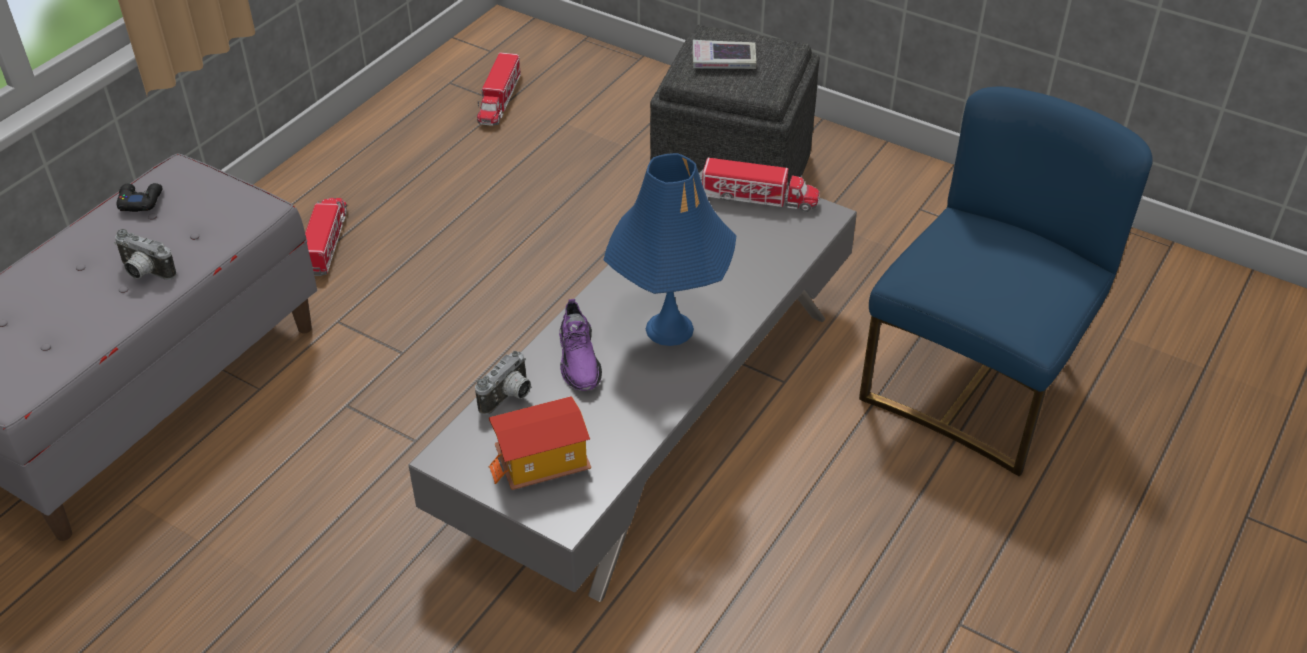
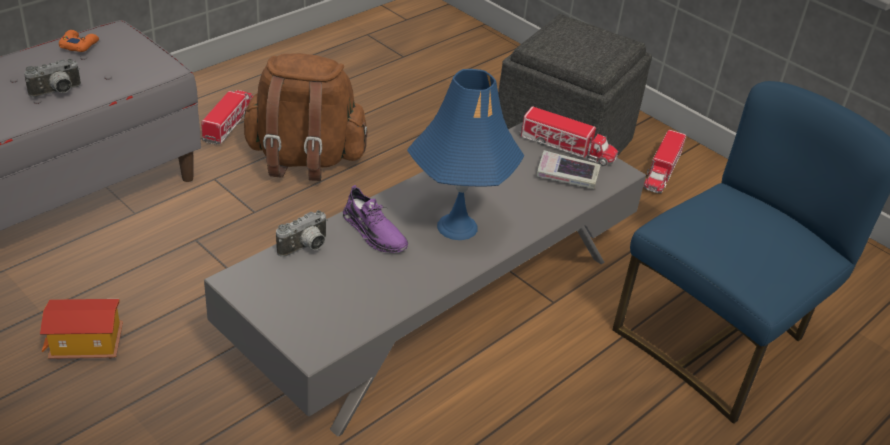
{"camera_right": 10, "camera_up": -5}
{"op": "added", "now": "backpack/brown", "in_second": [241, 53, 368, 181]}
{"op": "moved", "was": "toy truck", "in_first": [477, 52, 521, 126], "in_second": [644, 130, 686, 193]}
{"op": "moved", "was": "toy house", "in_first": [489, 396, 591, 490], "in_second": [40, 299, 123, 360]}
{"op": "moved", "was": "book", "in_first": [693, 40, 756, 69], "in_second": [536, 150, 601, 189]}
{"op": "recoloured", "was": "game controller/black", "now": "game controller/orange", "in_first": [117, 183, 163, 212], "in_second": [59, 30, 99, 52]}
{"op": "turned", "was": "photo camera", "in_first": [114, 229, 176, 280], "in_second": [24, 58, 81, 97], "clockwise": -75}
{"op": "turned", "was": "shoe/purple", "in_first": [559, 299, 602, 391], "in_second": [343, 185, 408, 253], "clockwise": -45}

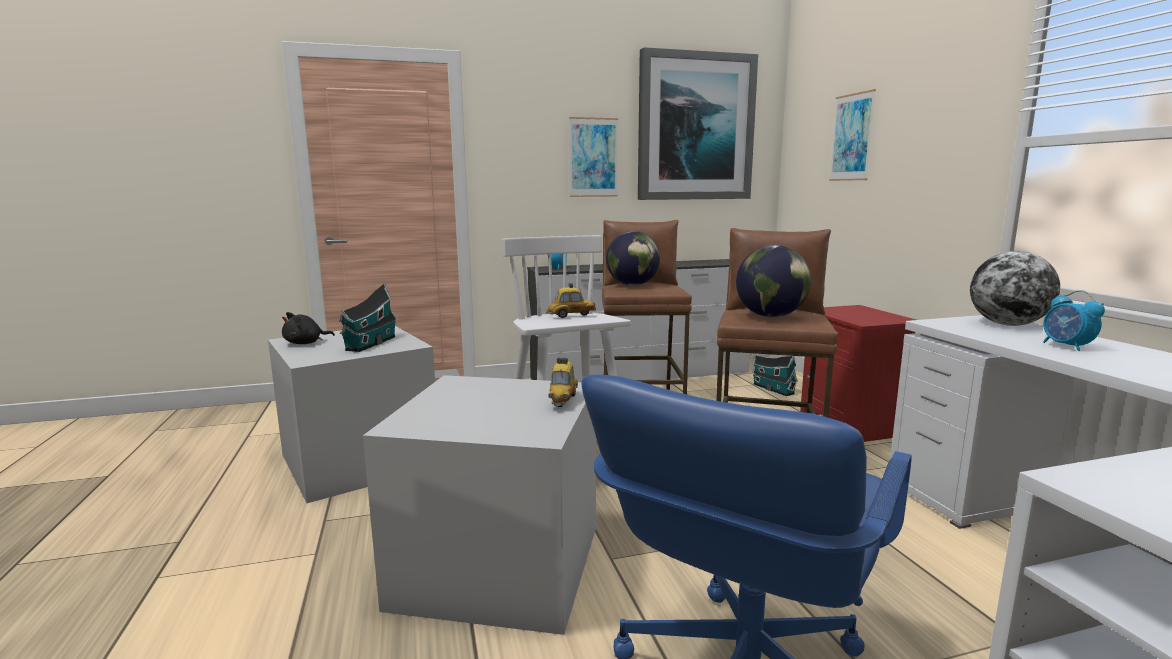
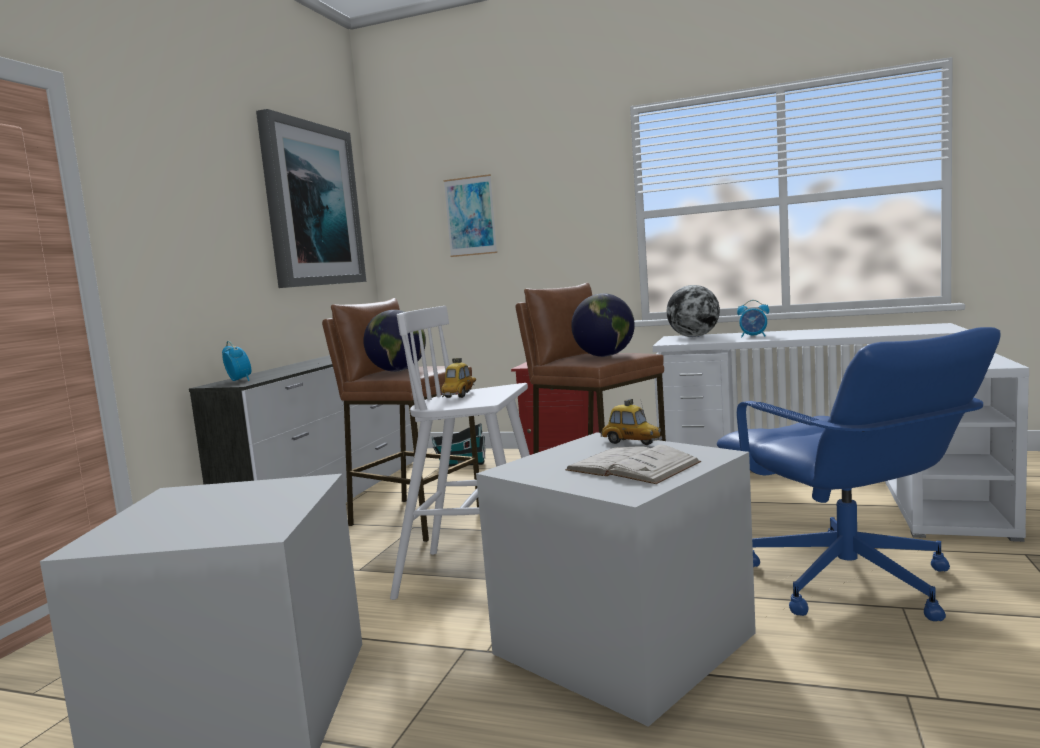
{"camera_right": -55, "camera_up": -5}
{"op": "removed", "was": "plush toy/black", "in_first": [282, 312, 335, 344]}
{"op": "removed", "was": "toy house", "in_first": [339, 284, 398, 352]}
{"op": "removed", "was": "picture", "in_first": [569, 117, 618, 197]}
{"op": "added", "now": "book/white", "in_second": [565, 445, 701, 484]}

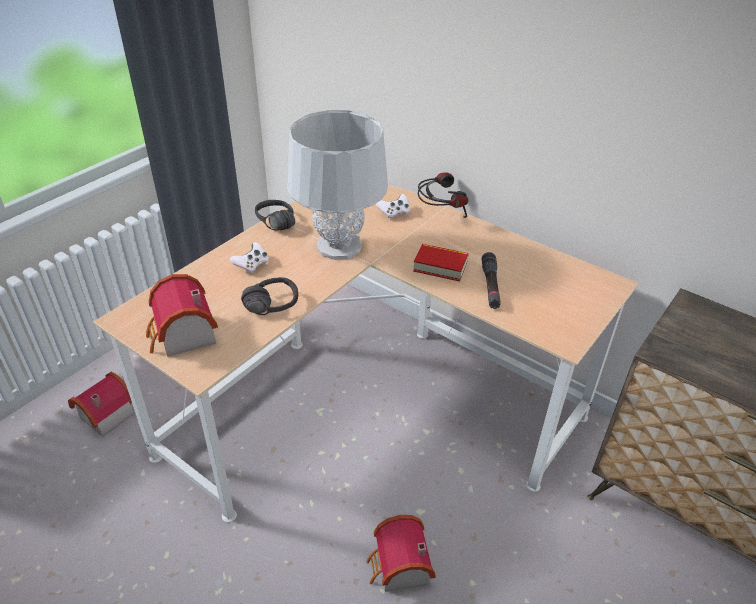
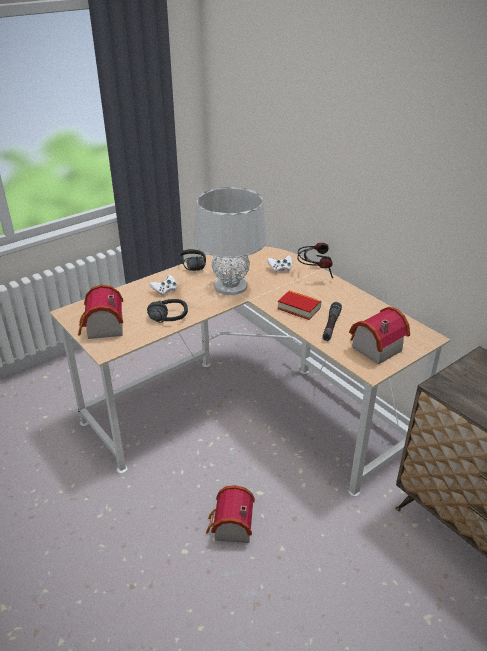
{"camera_right": 15, "camera_up": -5}
{"op": "moved", "was": "toy house", "in_first": [68, 372, 134, 437], "in_second": [349, 306, 410, 365]}

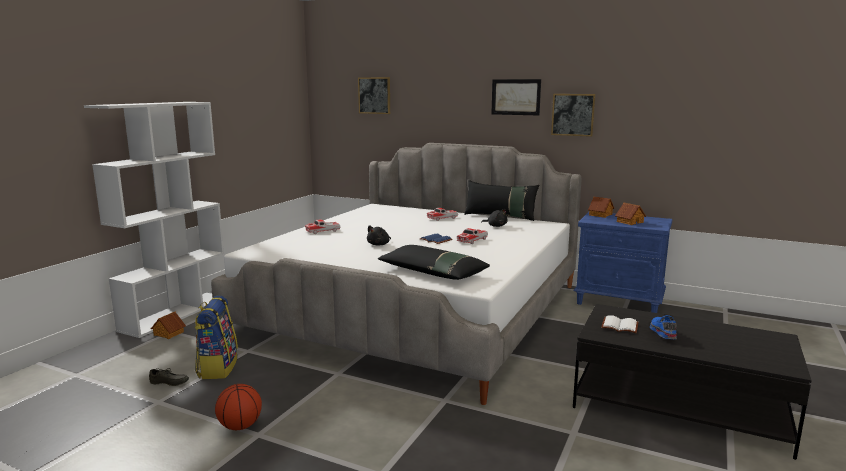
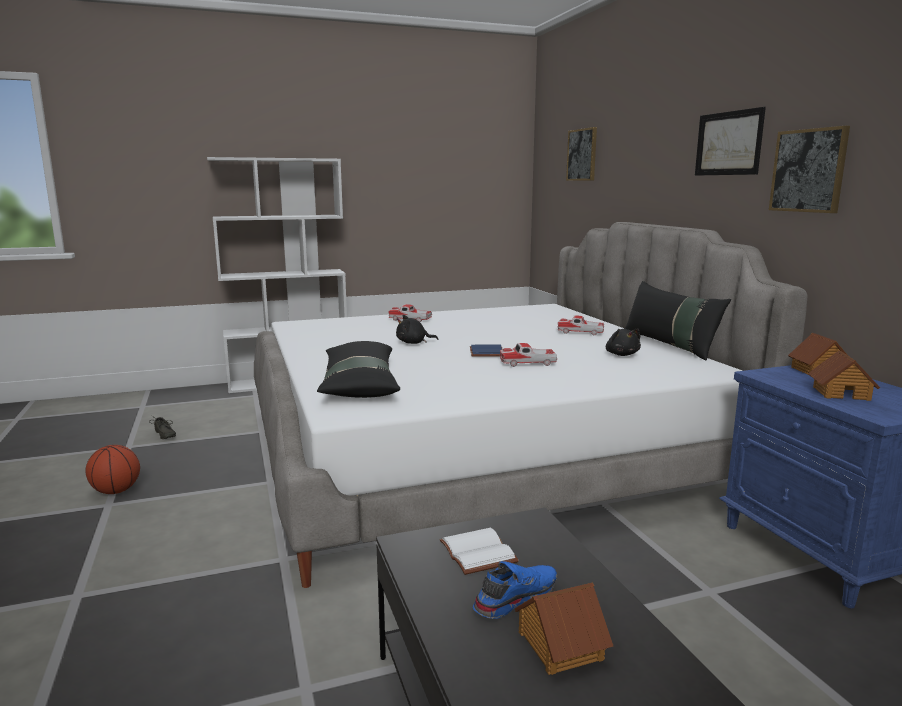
{"camera_right": 45, "camera_up": 0}
{"op": "removed", "was": "backpack", "in_first": [195, 295, 238, 379]}
{"op": "moved", "was": "toy house", "in_first": [151, 312, 186, 339], "in_second": [515, 583, 613, 675]}

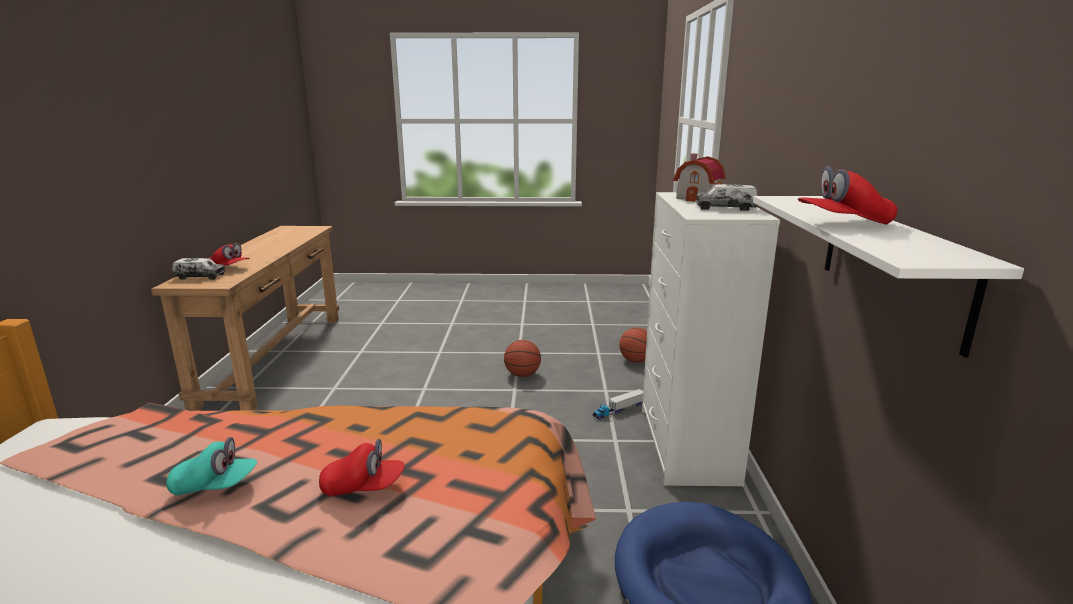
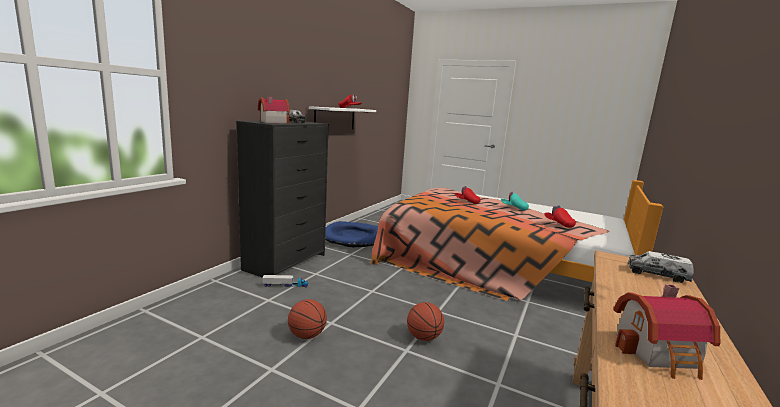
{"camera_right": -155, "camera_up": -5}
{"op": "added", "now": "toy house", "in_second": [613, 284, 720, 380]}
{"op": "moved", "was": "cap/red", "in_first": [209, 243, 250, 265], "in_second": [545, 205, 576, 228]}
{"op": "moved", "was": "basketball", "in_first": [619, 328, 647, 363], "in_second": [407, 302, 444, 341]}
{"op": "recoloured", "was": "dresser/white", "now": "dresser/black", "in_first": [642, 192, 780, 486], "in_second": [236, 121, 329, 277]}

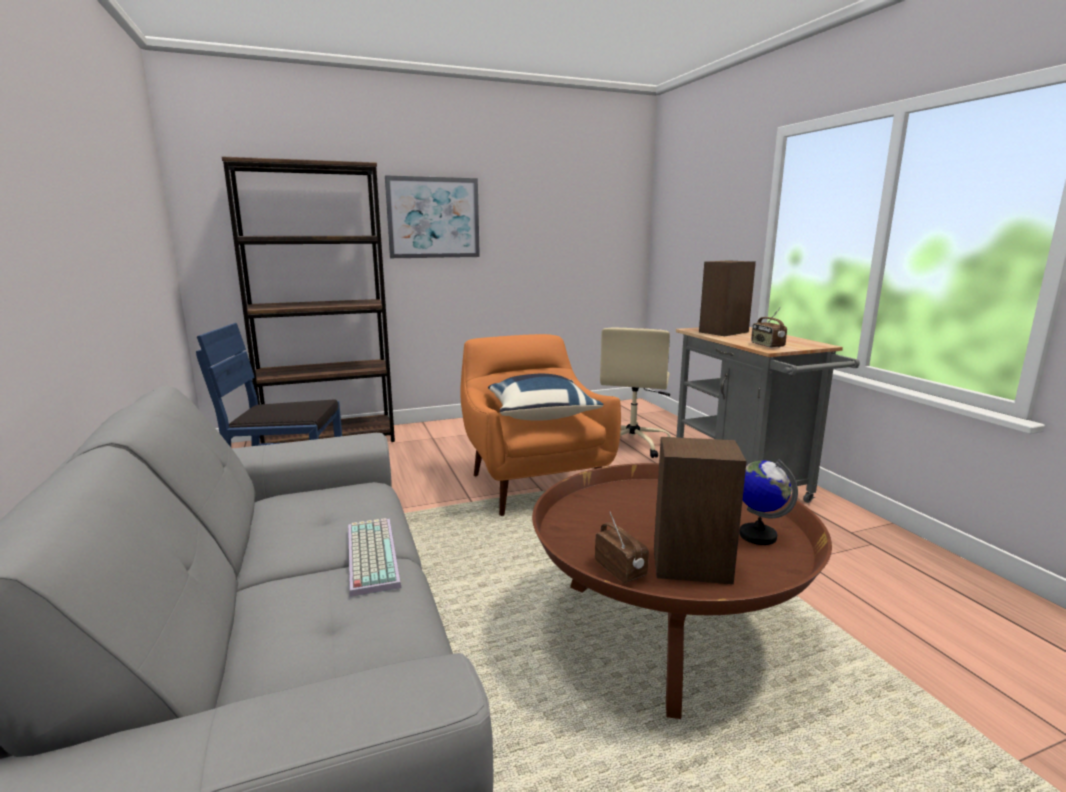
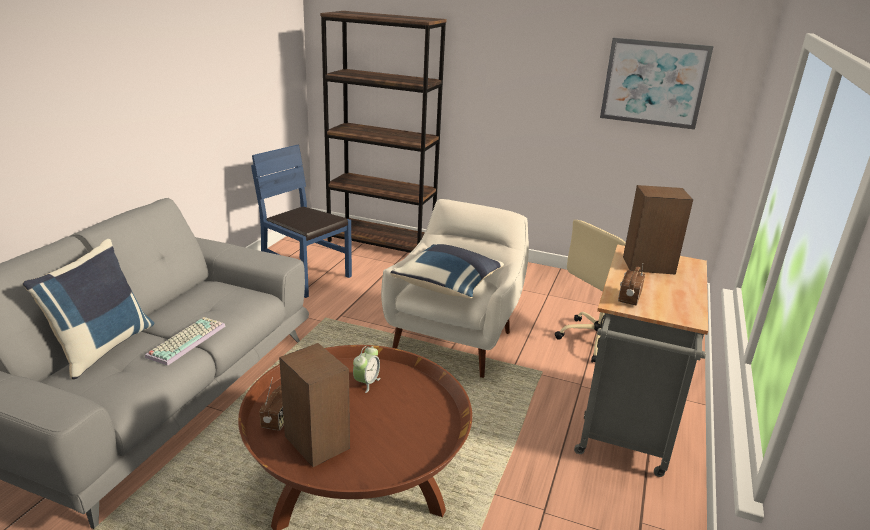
{"camera_right": 40, "camera_up": 10}
{"op": "removed", "was": "globe", "in_first": [739, 459, 798, 545]}
{"op": "added", "now": "pillow/blue", "in_second": [23, 239, 154, 380]}
{"op": "added", "now": "alarm clock", "in_second": [353, 346, 381, 393]}
{"op": "moved", "was": "picture", "in_first": [385, 175, 480, 258], "in_second": [600, 38, 714, 130]}
{"op": "recoloured", "was": "armchair/orange", "now": "armchair/white", "in_first": [460, 334, 621, 516], "in_second": [381, 199, 529, 378]}

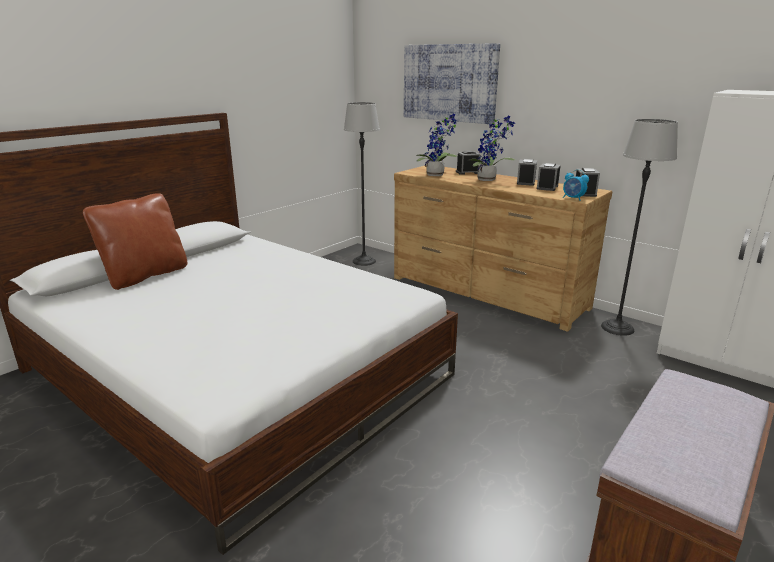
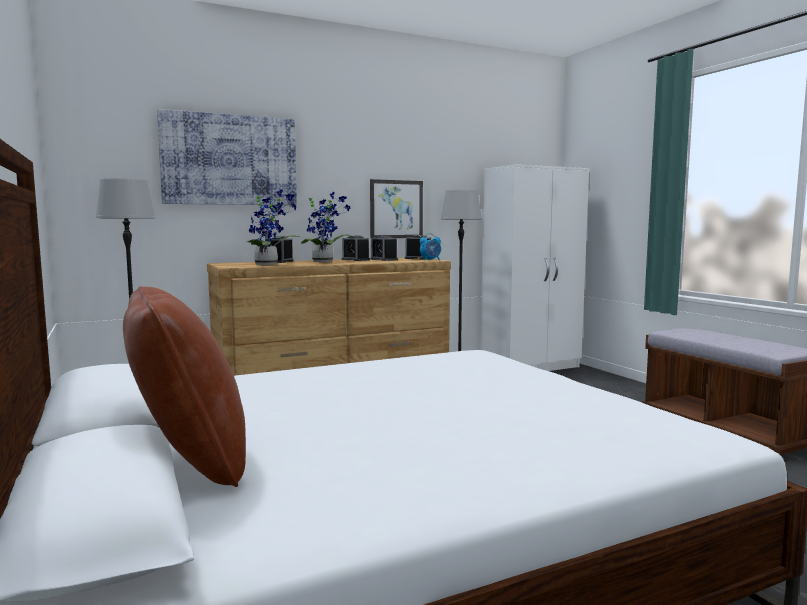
{"camera_right": -65, "camera_up": -15}
{"op": "added", "now": "picture", "in_second": [370, 179, 423, 239]}

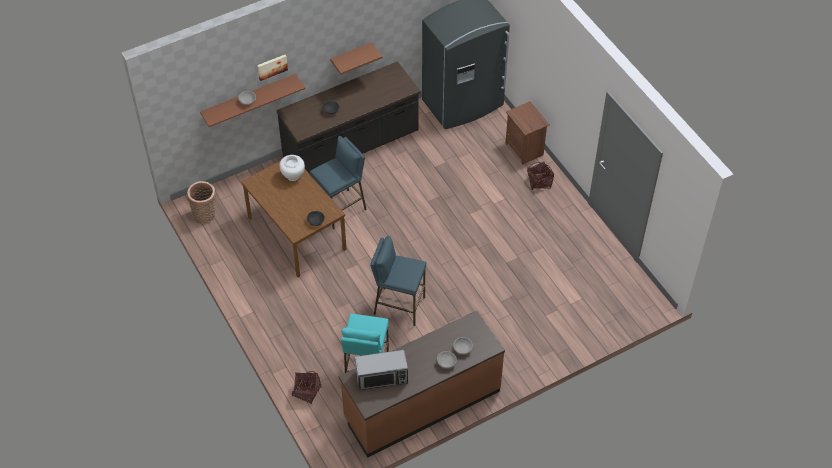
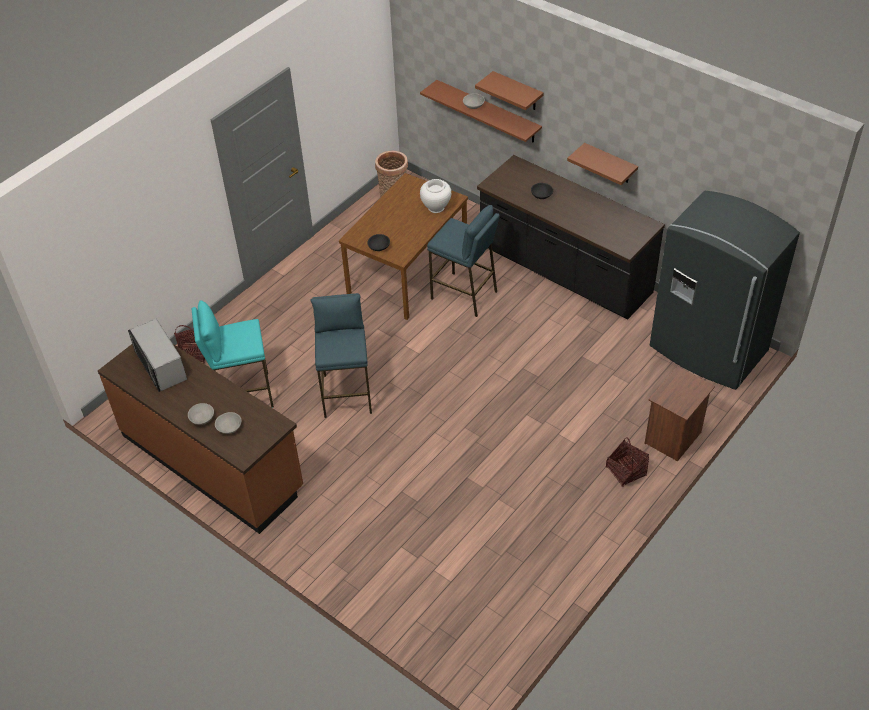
{"camera_right": 70, "camera_up": -5}
{"op": "replaced", "was": "picture", "now": "shelf/brown", "in_first": [257, 55, 288, 81], "in_second": [475, 71, 544, 110]}

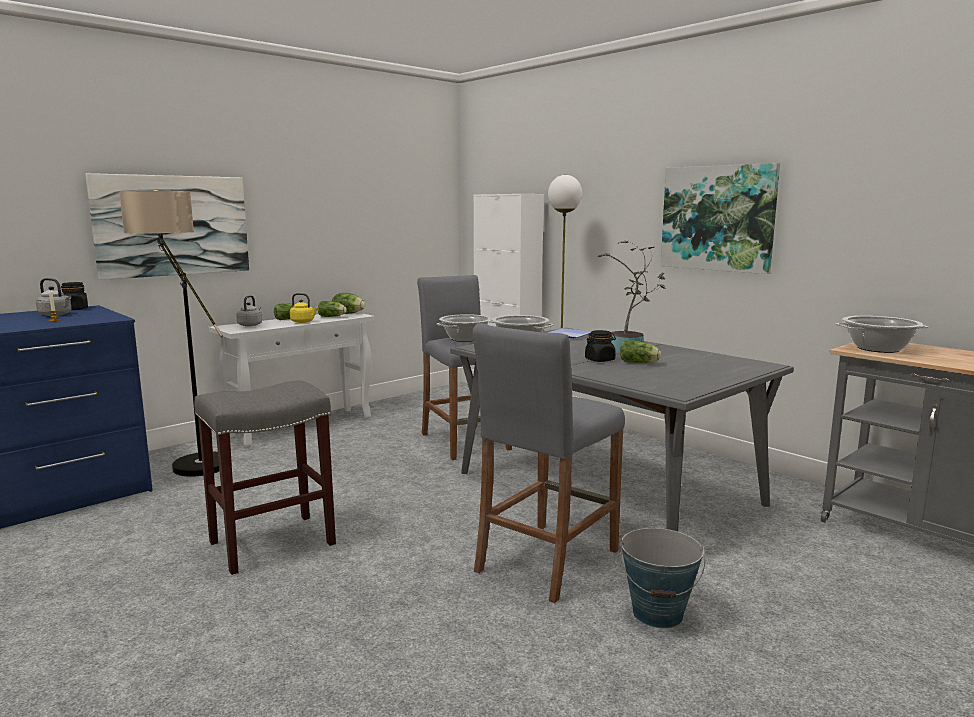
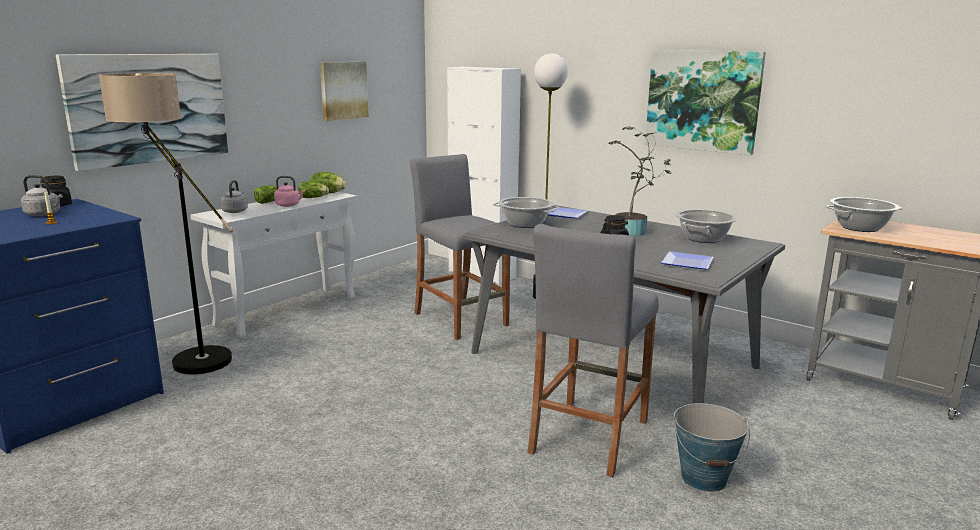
{"camera_right": -10, "camera_up": 5}
{"op": "removed", "was": "stool/grey", "in_first": [194, 380, 336, 575]}
{"op": "removed", "was": "lettuce", "in_first": [620, 340, 661, 363]}
{"op": "added", "now": "picture", "in_second": [320, 62, 369, 121]}
{"op": "added", "now": "plate", "in_second": [661, 251, 713, 270]}
{"op": "moved", "was": "cooking pot", "in_first": [437, 314, 492, 342], "in_second": [675, 209, 737, 243]}
{"op": "recoloured", "was": "kettle/yellow", "now": "kettle/pink", "in_first": [290, 293, 319, 323], "in_second": [274, 176, 305, 207]}

